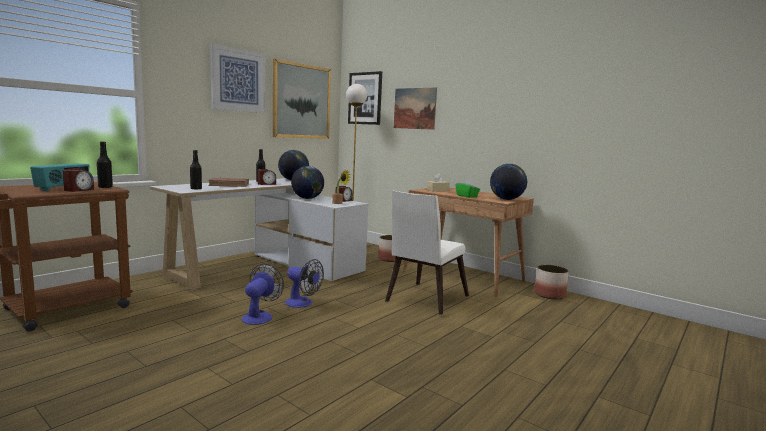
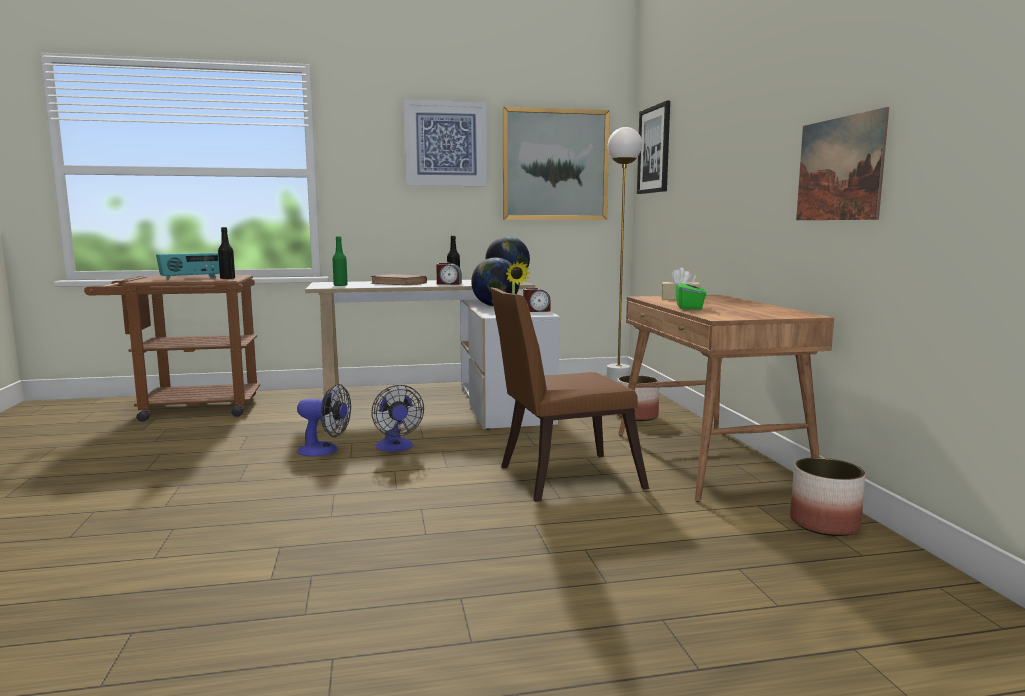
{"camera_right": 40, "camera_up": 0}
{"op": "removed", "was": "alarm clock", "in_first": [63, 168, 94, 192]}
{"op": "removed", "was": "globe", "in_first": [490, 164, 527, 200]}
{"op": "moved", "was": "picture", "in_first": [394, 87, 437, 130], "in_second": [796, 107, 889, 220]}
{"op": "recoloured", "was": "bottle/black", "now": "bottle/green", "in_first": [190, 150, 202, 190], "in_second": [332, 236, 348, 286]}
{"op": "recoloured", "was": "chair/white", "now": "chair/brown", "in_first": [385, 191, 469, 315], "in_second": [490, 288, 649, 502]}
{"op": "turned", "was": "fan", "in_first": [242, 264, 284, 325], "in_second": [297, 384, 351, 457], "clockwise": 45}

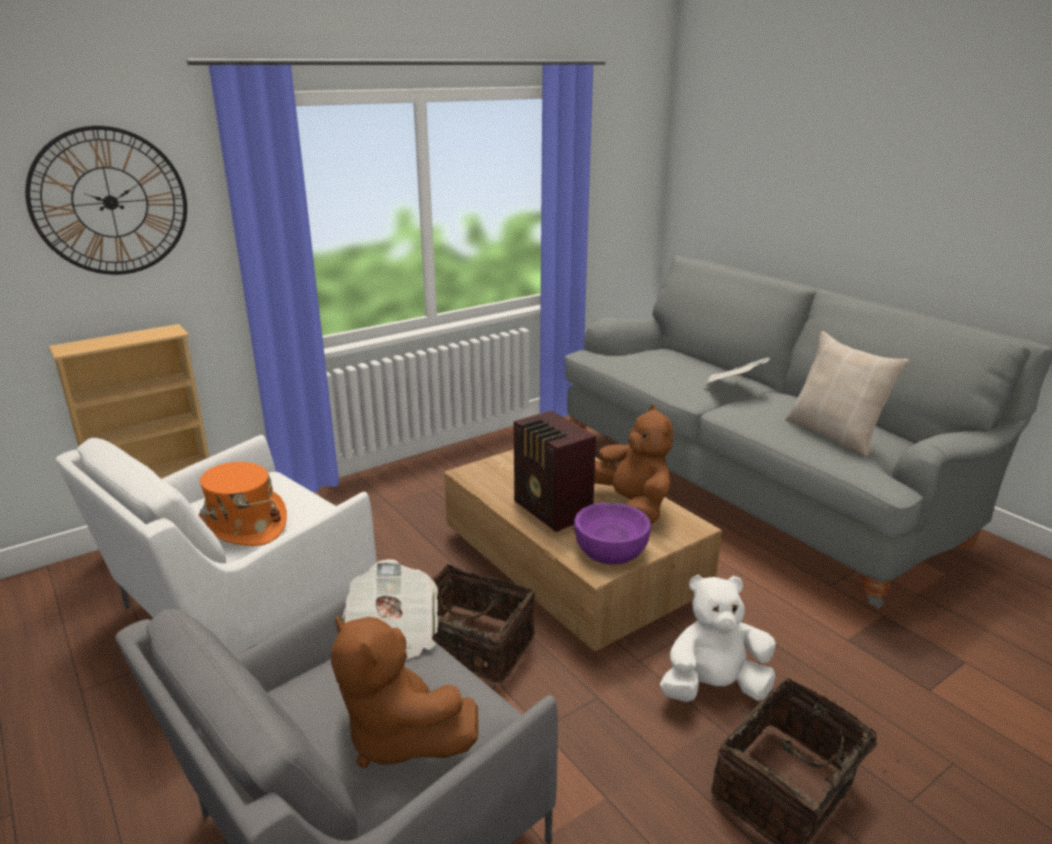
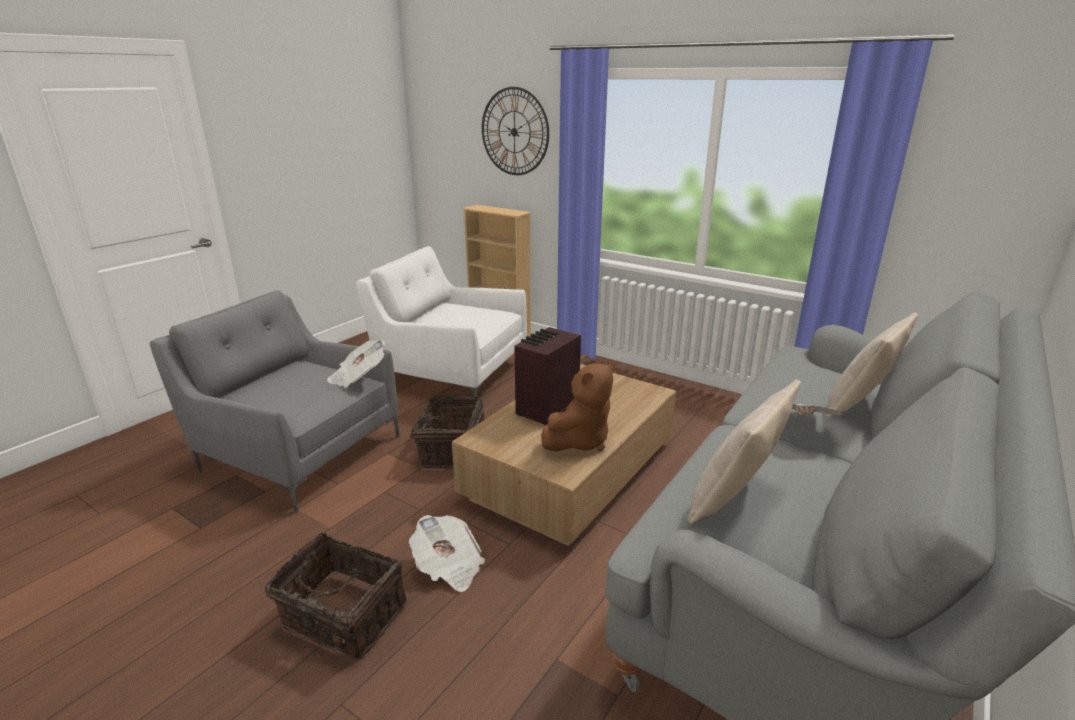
{"camera_right": 70, "camera_up": 0}
{"op": "removed", "was": "hat/orange", "in_first": [199, 462, 287, 546]}
{"op": "removed", "was": "plush toy/brown", "in_first": [331, 615, 478, 768]}
{"op": "removed", "was": "bowl/purple", "in_first": [574, 502, 651, 565]}
{"op": "added", "now": "pillow/beige", "in_second": [825, 312, 918, 418]}
{"op": "replaced", "was": "plush toy/white", "now": "newspaper", "in_first": [660, 575, 776, 702], "in_second": [409, 515, 485, 592]}

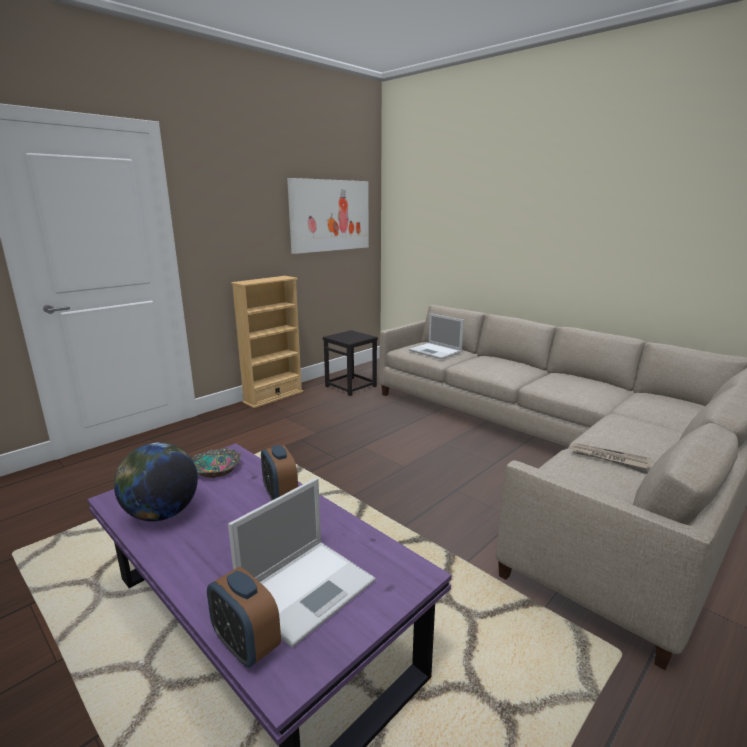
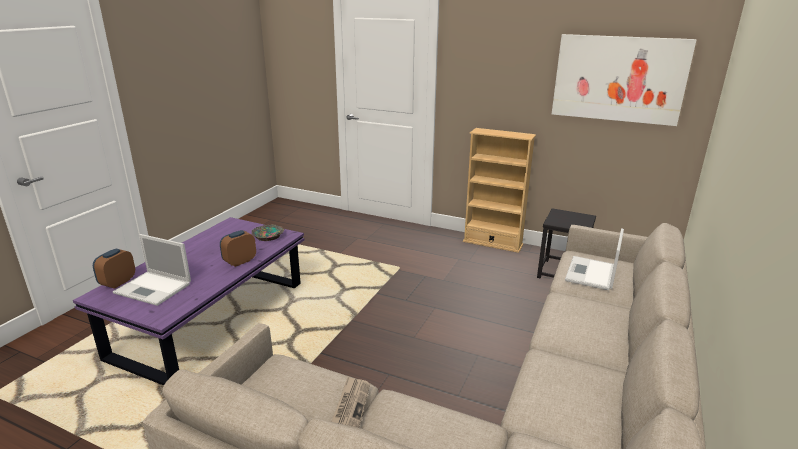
{"camera_right": 70, "camera_up": 5}
{"op": "removed", "was": "globe", "in_first": [114, 442, 198, 521]}

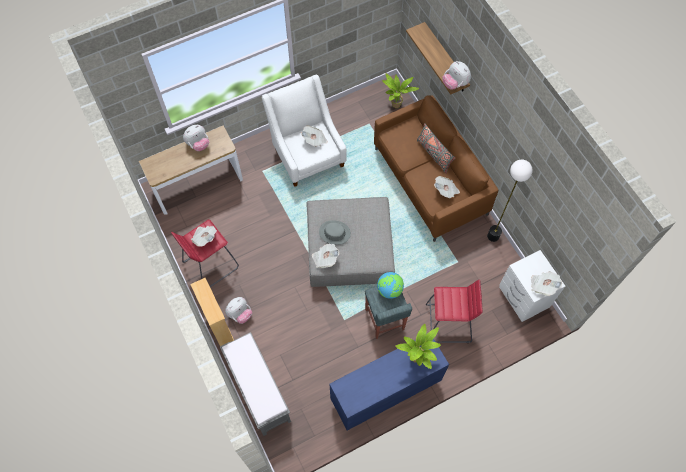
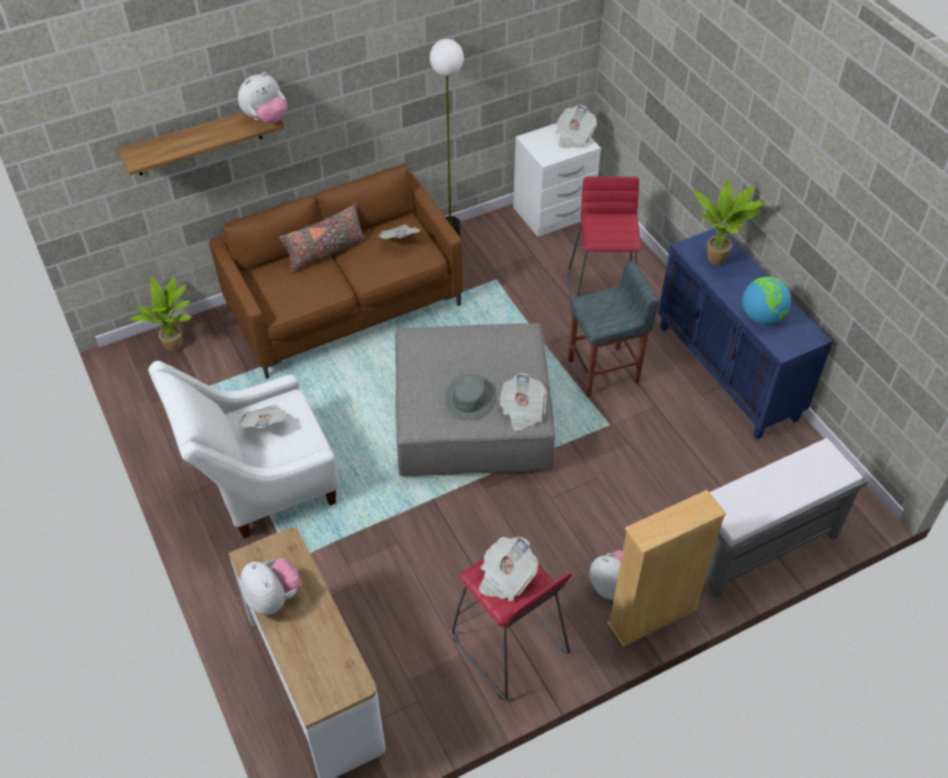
{"camera_right": -90, "camera_up": -15}
{"op": "moved", "was": "globe", "in_first": [377, 272, 404, 299], "in_second": [742, 277, 791, 324]}

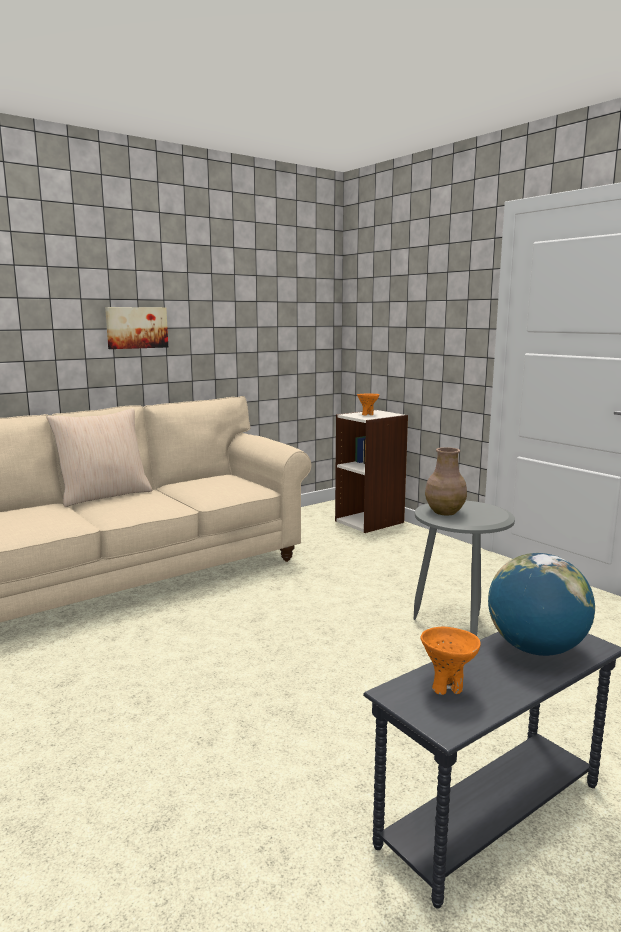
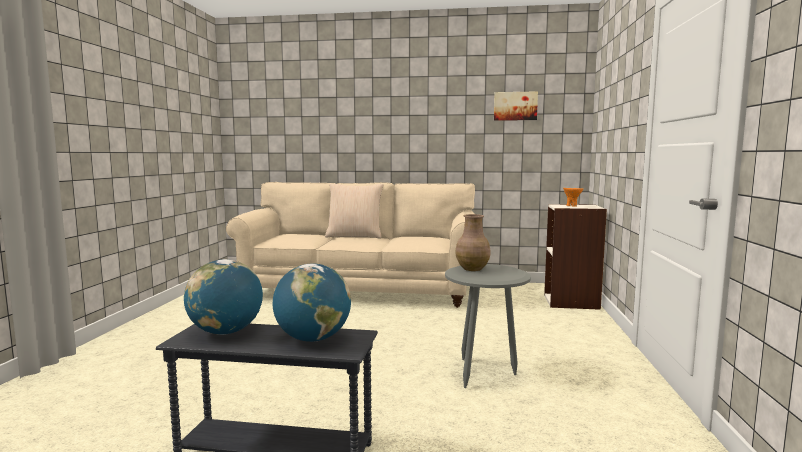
{"camera_right": 45, "camera_up": -5}
{"op": "moved", "was": "picture", "in_first": [105, 307, 168, 349], "in_second": [494, 91, 538, 121]}
{"op": "replaced", "was": "bowl/orange", "now": "globe", "in_first": [420, 627, 481, 695], "in_second": [184, 259, 263, 335]}

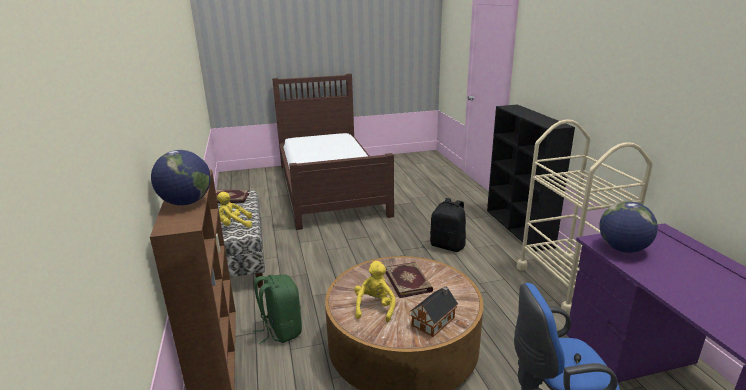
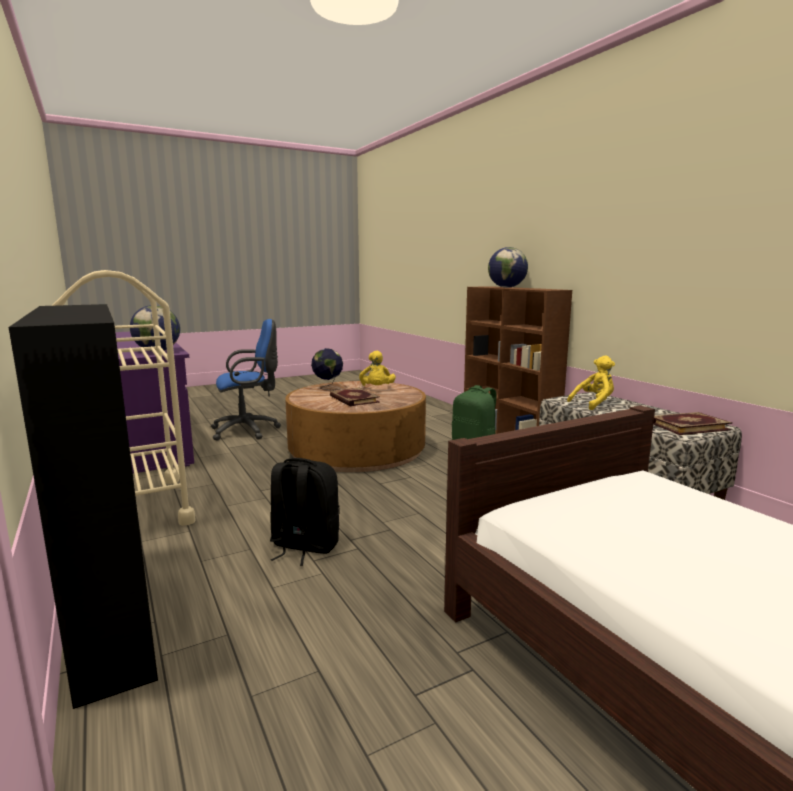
{"camera_right": 165, "camera_up": -10}
{"op": "replaced", "was": "toy house", "now": "globe", "in_first": [410, 286, 458, 337], "in_second": [311, 348, 343, 390]}

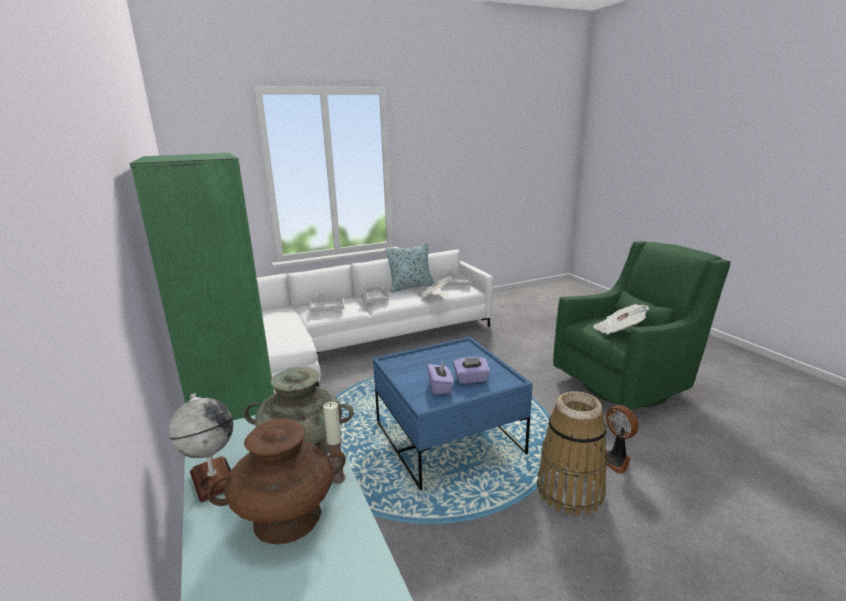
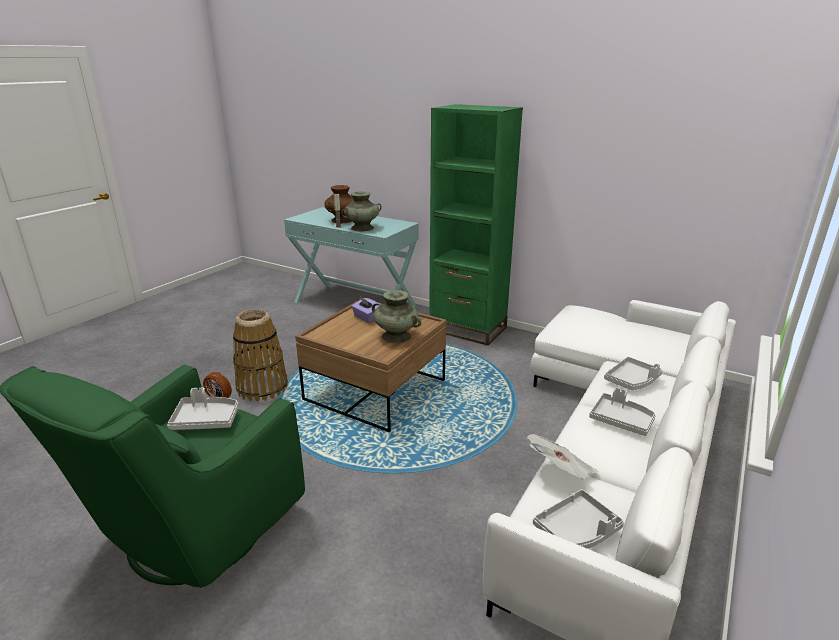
{"camera_right": 145, "camera_up": 5}
{"op": "removed", "was": "globe", "in_first": [169, 393, 233, 503]}
{"op": "removed", "was": "pillow", "in_first": [385, 243, 434, 293]}
{"op": "removed", "was": "tissue box/purple", "in_first": [453, 357, 490, 384]}
{"op": "added", "now": "vase/turquoise", "in_second": [372, 290, 421, 343]}
{"op": "replaced", "was": "newspaper", "now": "tray/grey", "in_first": [593, 304, 649, 335], "in_second": [167, 388, 239, 430]}
{"op": "recoloured", "was": "coffee table/blue", "now": "coffee table/brown", "in_first": [373, 337, 533, 491], "in_second": [295, 299, 446, 433]}

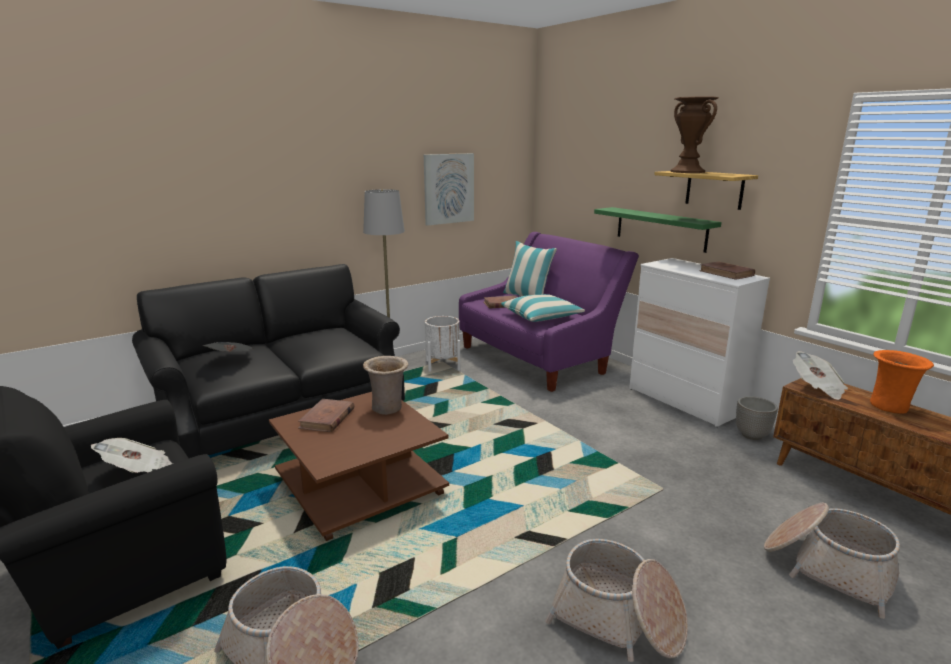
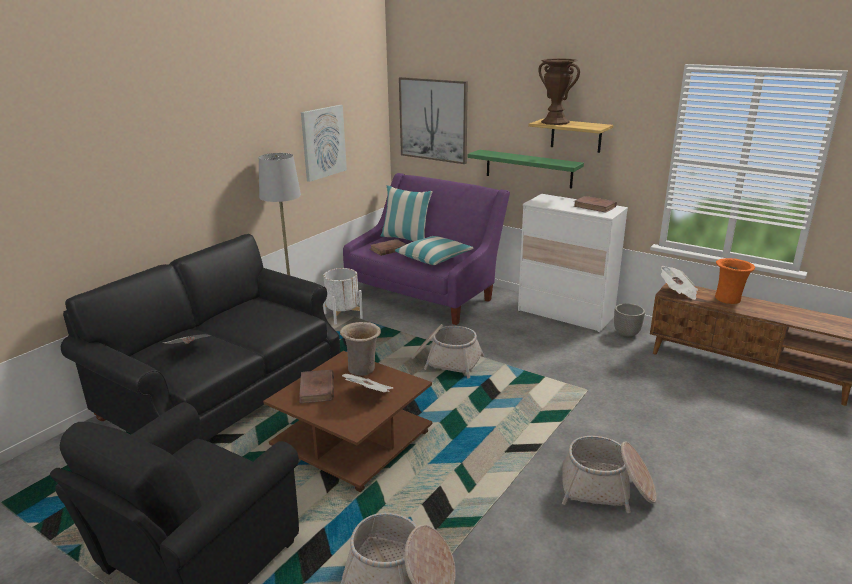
{"camera_right": -20, "camera_up": 5}
{"op": "added", "now": "picture", "in_second": [399, 77, 468, 164]}
{"op": "moved", "was": "newspaper", "in_first": [91, 438, 173, 473], "in_second": [342, 374, 393, 393]}
{"op": "moved", "was": "basket", "in_first": [764, 503, 900, 619], "in_second": [412, 324, 484, 379]}

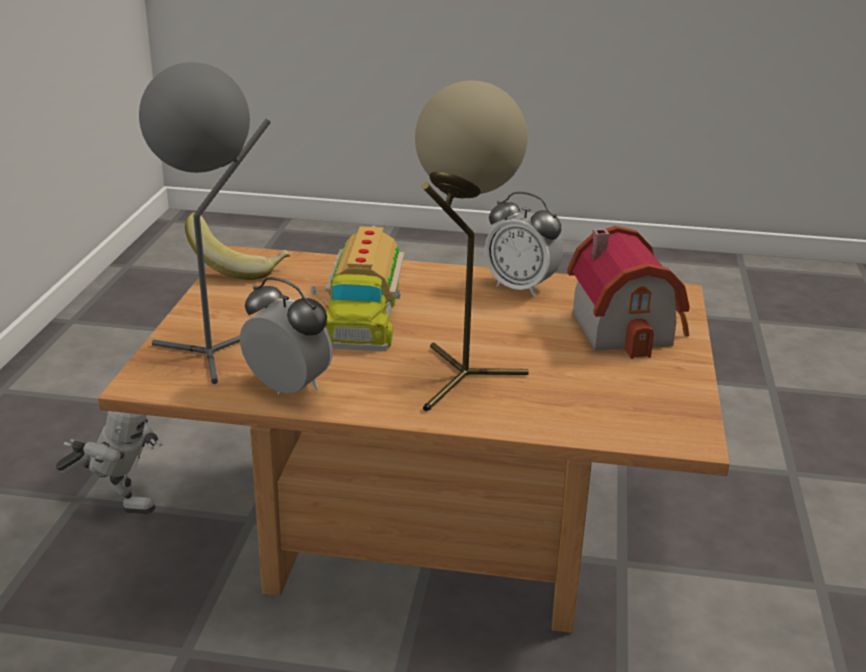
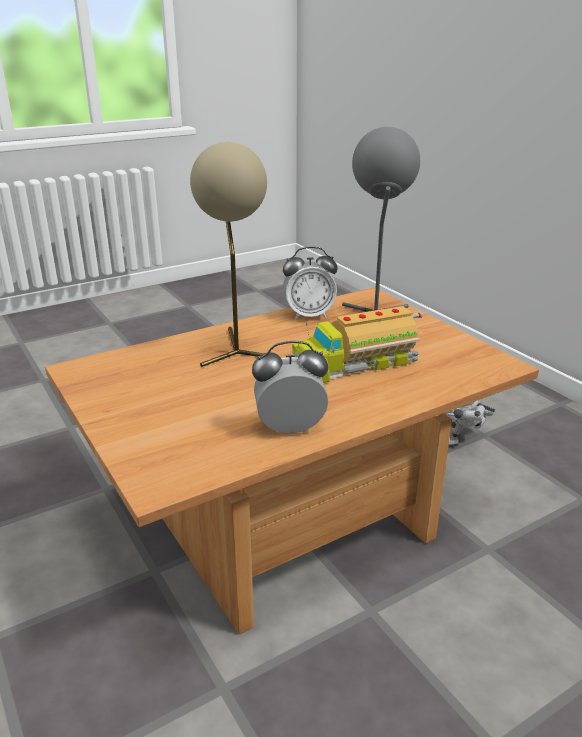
{"camera_right": 140, "camera_up": 0}
{"op": "removed", "was": "banana", "in_first": [185, 212, 290, 280]}
{"op": "removed", "was": "toy house", "in_first": [567, 226, 690, 359]}
{"op": "turned", "was": "toy truck", "in_first": [311, 226, 404, 351], "in_second": [292, 306, 423, 383], "clockwise": -75}

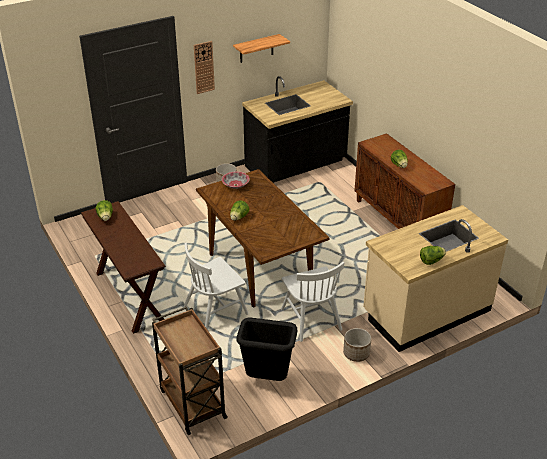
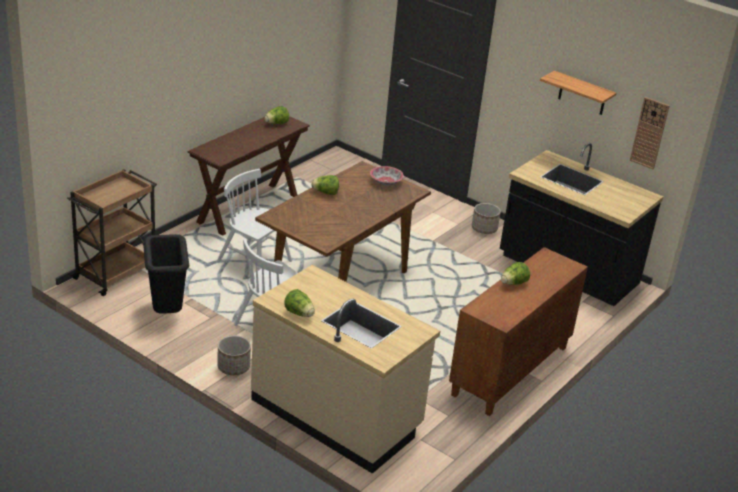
{"camera_right": 65, "camera_up": -5}
{"op": "moved", "was": "wall clock", "in_first": [194, 41, 215, 94], "in_second": [630, 97, 670, 169]}

